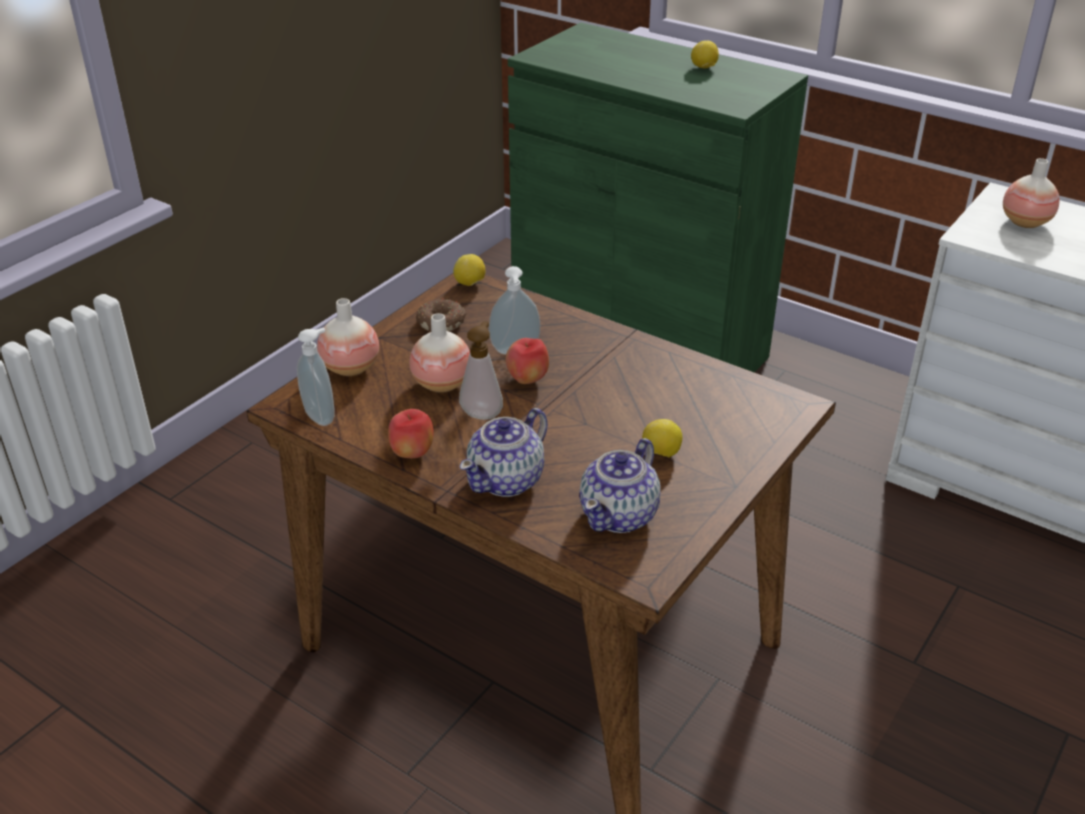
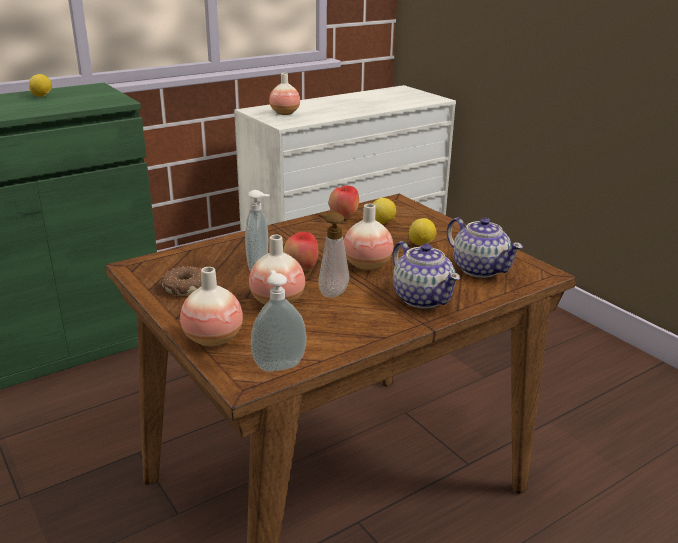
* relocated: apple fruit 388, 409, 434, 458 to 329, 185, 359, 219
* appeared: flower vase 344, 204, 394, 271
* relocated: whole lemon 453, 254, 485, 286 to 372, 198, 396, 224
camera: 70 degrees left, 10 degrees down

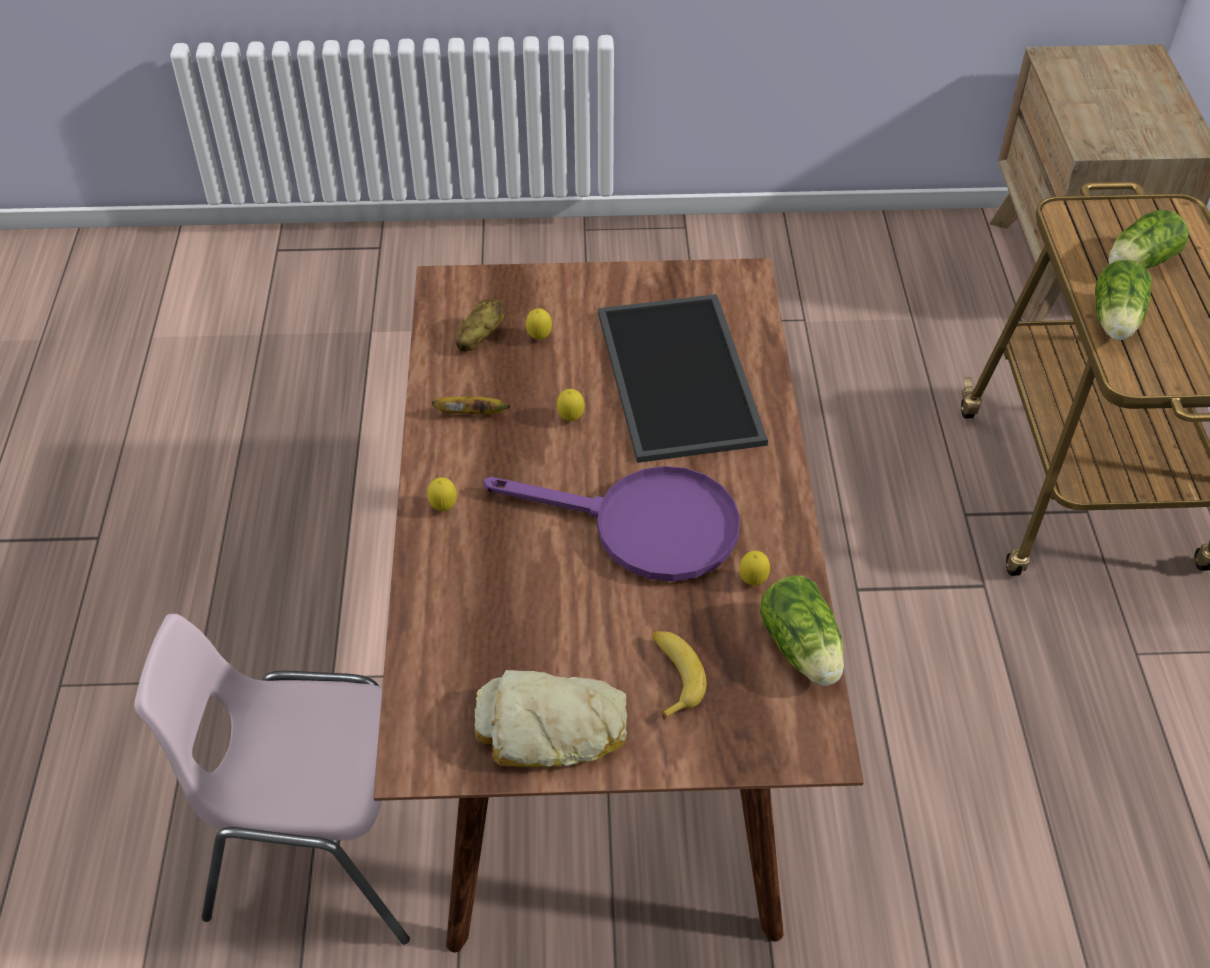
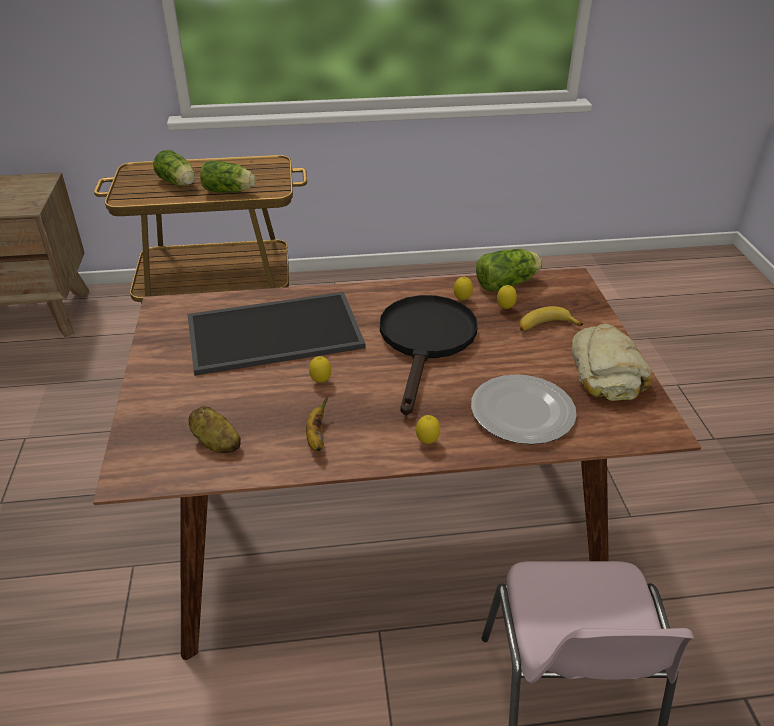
* colour: purplish frying pan 483, 466, 740, 581 to blackish frying pan 380, 295, 478, 415
* appeared: plate 471, 374, 577, 444
* relocated: whole lemon 526, 308, 552, 339 to 497, 285, 517, 309
camera: 95 degrees left, 10 degrees down

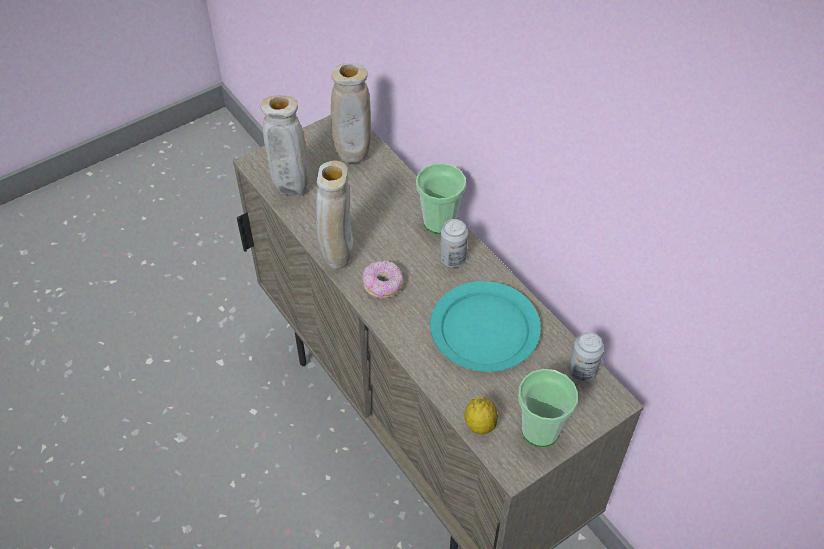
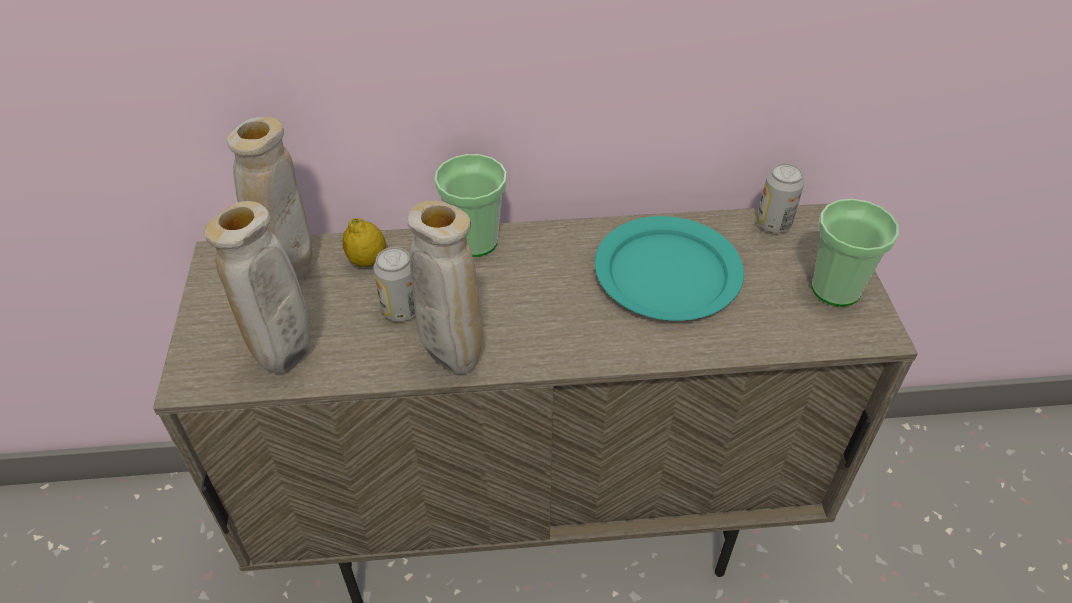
* relocated: whole lemon 465, 397, 498, 434 to 343, 218, 386, 267
* relocated: sealed can 440, 219, 468, 267 to 373, 247, 416, 322
* missing: ring doughnut 362, 261, 403, 299
camera: 60 degrees left, 5 degrees down

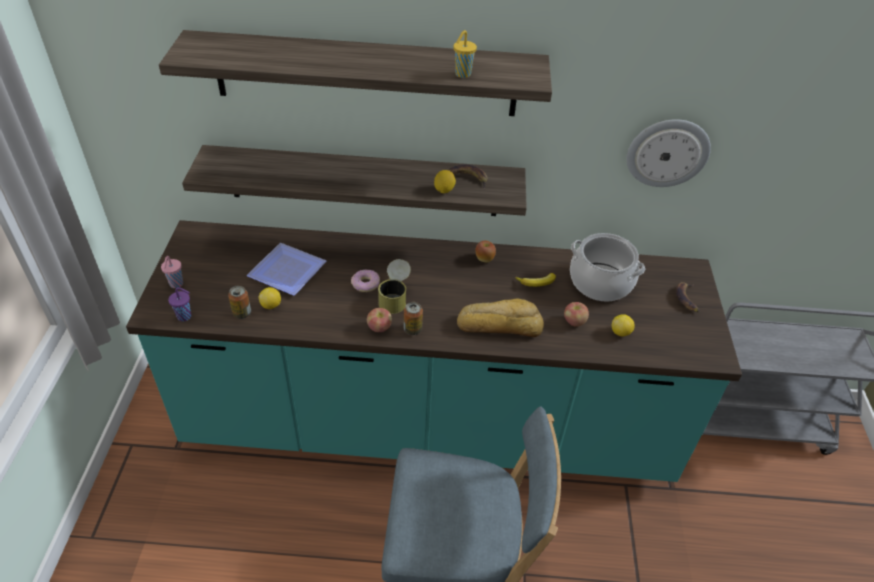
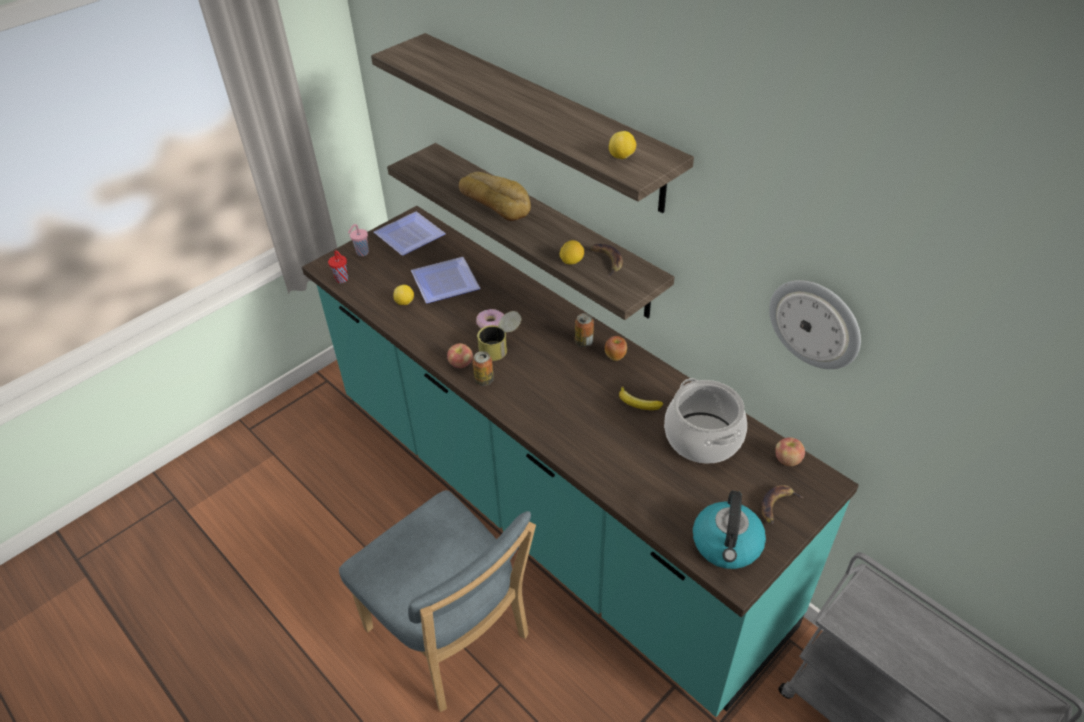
* colour: purplish small cup 168, 287, 191, 321 to reddish small cup 328, 250, 348, 283
* appeared: plate 374, 212, 446, 256
* relocated: bread 457, 298, 544, 337 to 459, 172, 531, 221
* relocated: sealed can 228, 286, 251, 319 to 575, 313, 594, 347
* relocated: whole lemon 612, 314, 635, 337 to 609, 131, 636, 159
* appeared: kettle 693, 491, 766, 569
* relocated: apple fruit 564, 302, 589, 327 to 775, 437, 805, 466
* missing: yellowish small cup 453, 30, 477, 78
camera: 45 degrees right, 0 degrees up

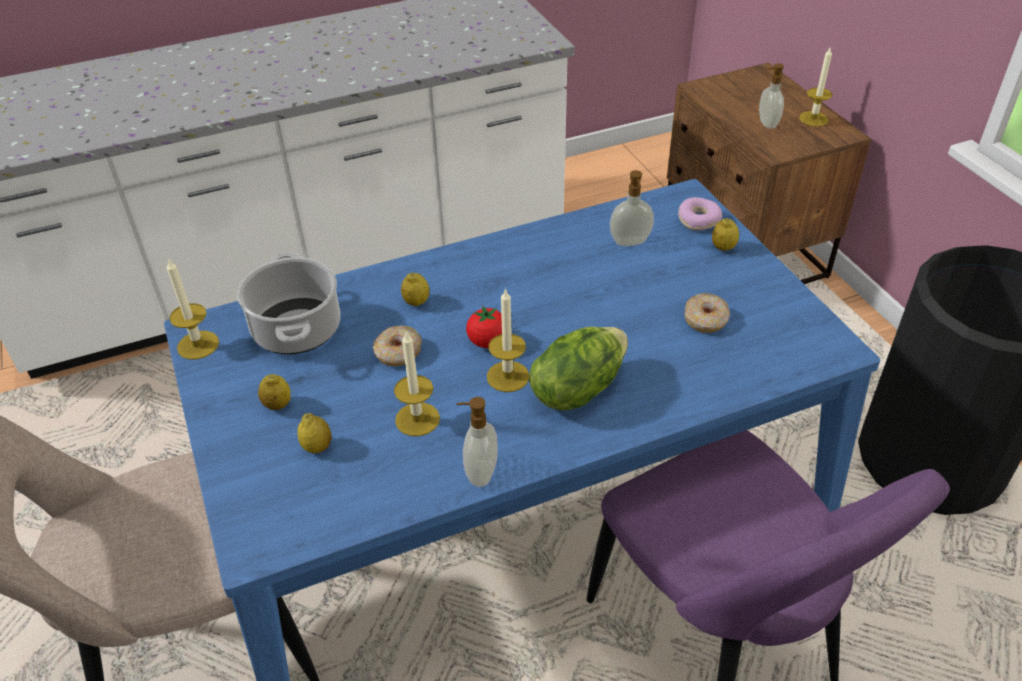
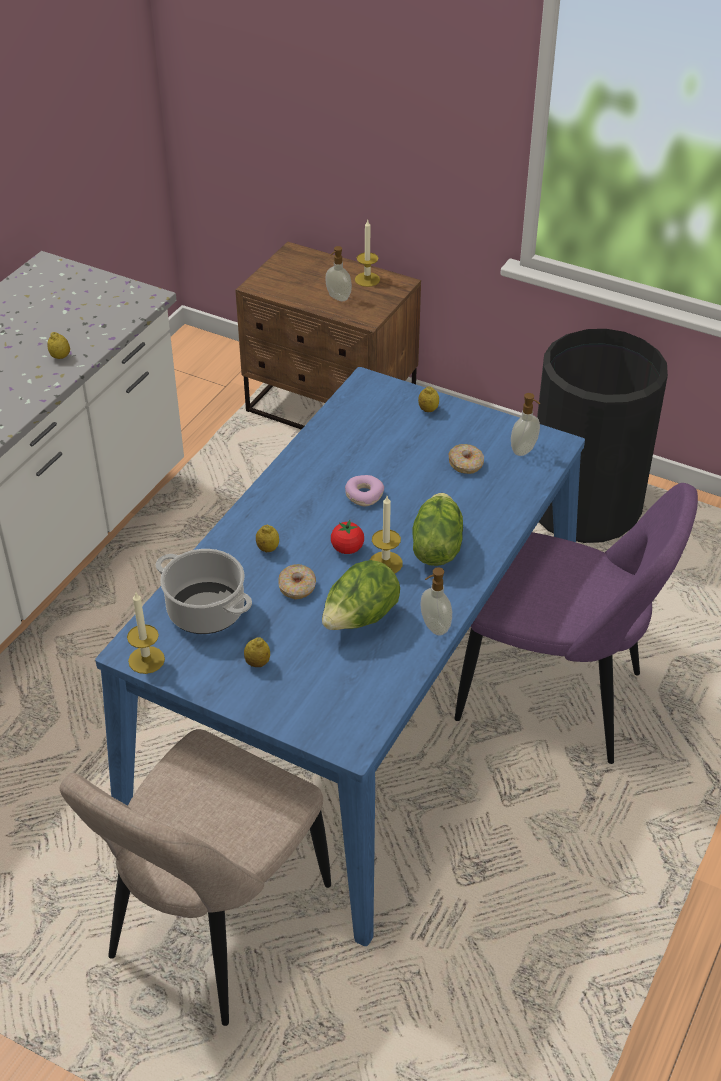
* relocated: whole lemon 297, 413, 332, 453 to 47, 332, 70, 359
* exchanged: wax light 394, 332, 440, 436 to head of lettuce 322, 560, 400, 630
* relocated: ring doughnut 678, 197, 722, 230 to 345, 475, 384, 506
* relocated: soap dispenser 610, 170, 654, 246 to 511, 393, 540, 456
camera: 40 degrees left, 0 degrees up

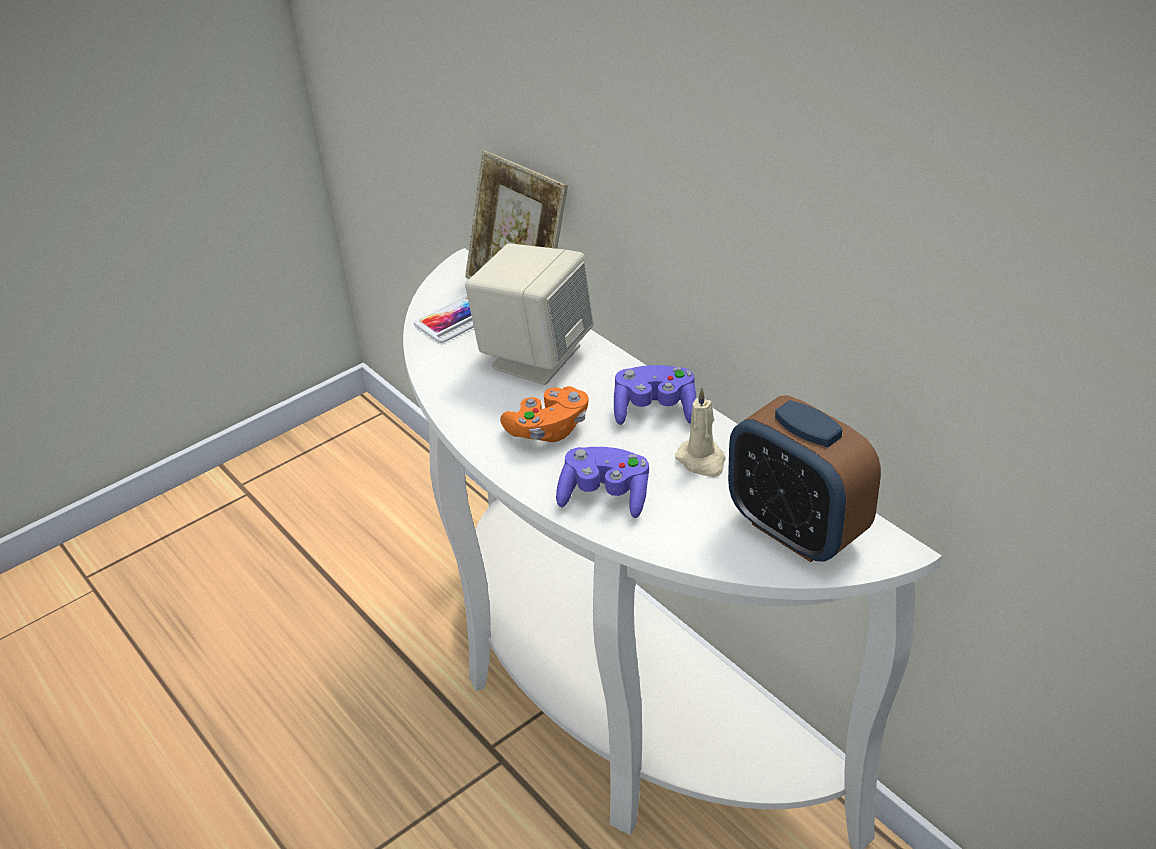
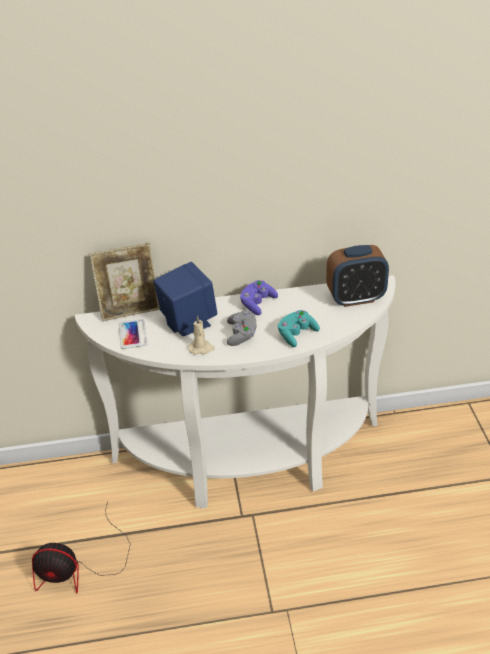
* appeared: fan 32, 502, 131, 593
* colour: beige audio speaker 465, 244, 594, 385 to blue-coloured audio speaker 154, 262, 217, 336
* relocated: beige wax light 676, 388, 726, 477 to 188, 315, 215, 354
* colour: orange joypad 500, 386, 589, 442 to grey joypad 227, 310, 256, 346
* colour: purplish joypad 556, 447, 649, 518 to turquoise joypad 278, 310, 320, 347
camera: 60 degrees left, 0 degrees up

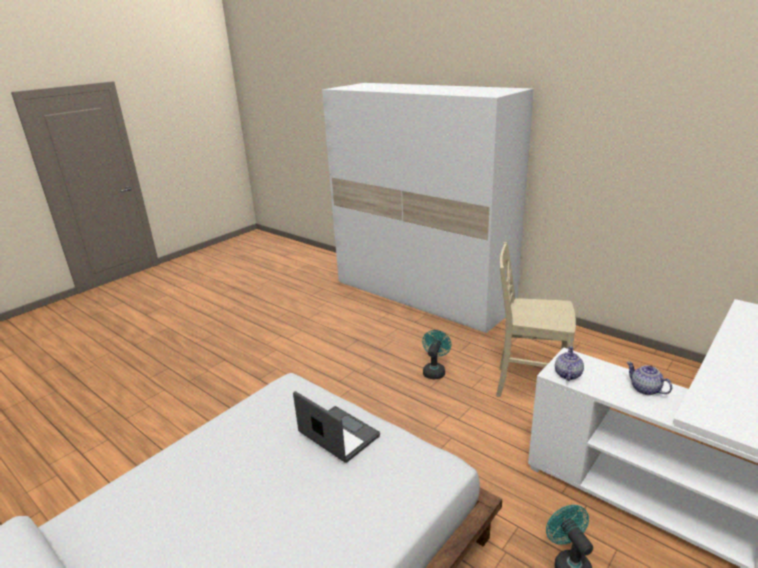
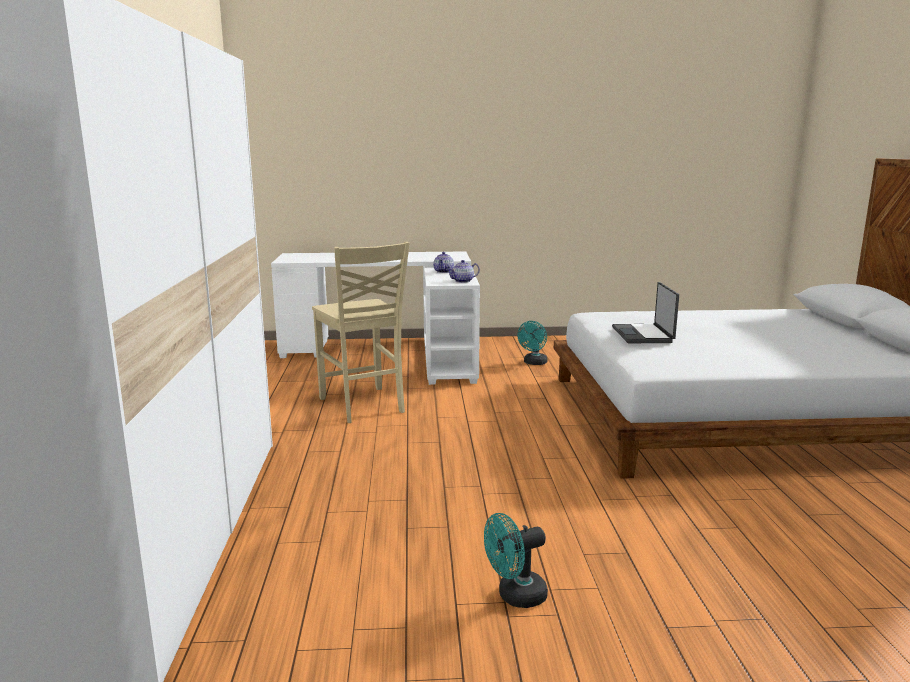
* relocated: turquoise fan 422, 330, 451, 379 to 484, 513, 548, 608
camera: 135 degrees left, 10 degrees down

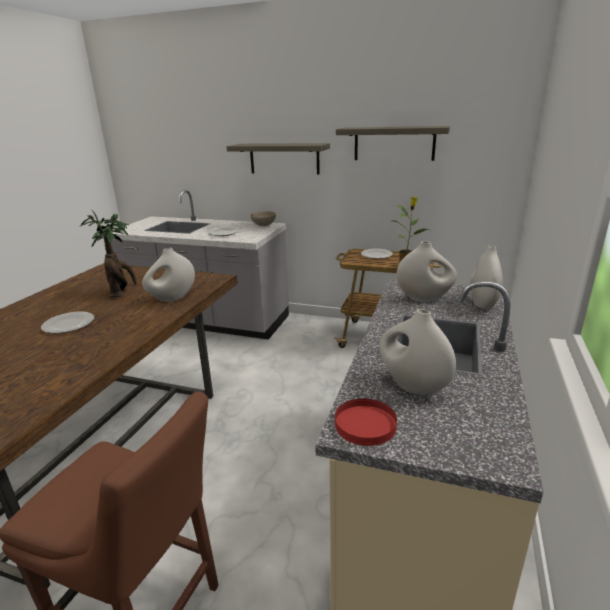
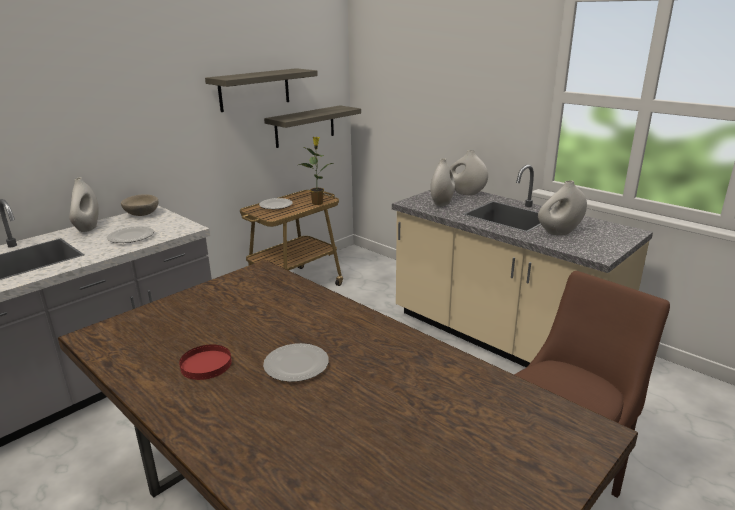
* relocated: white flower vase 142, 248, 195, 302 to 69, 177, 99, 232
* relocated: reddish plate 335, 399, 397, 446 to 179, 345, 232, 380
* relocated: shelf 226, 143, 330, 174 to 264, 105, 361, 148
* missing: houseplant 80, 210, 137, 297
camera: 65 degrees left, 0 degrees up

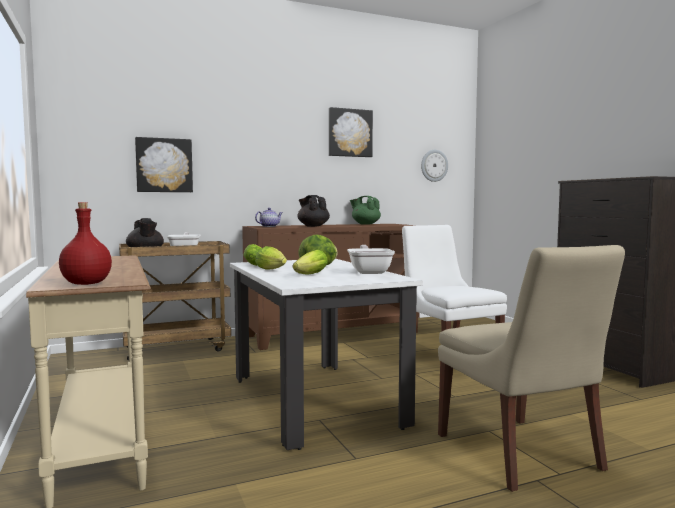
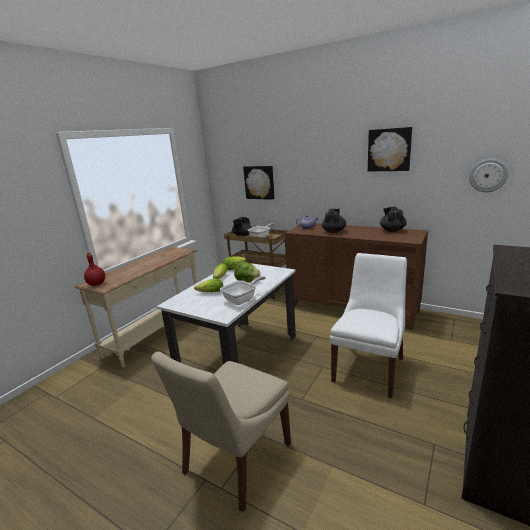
* colour: greenish teapot 350, 196, 381, 225 to blackish teapot 380, 207, 407, 232
camera: 55 degrees right, 15 degrees up

